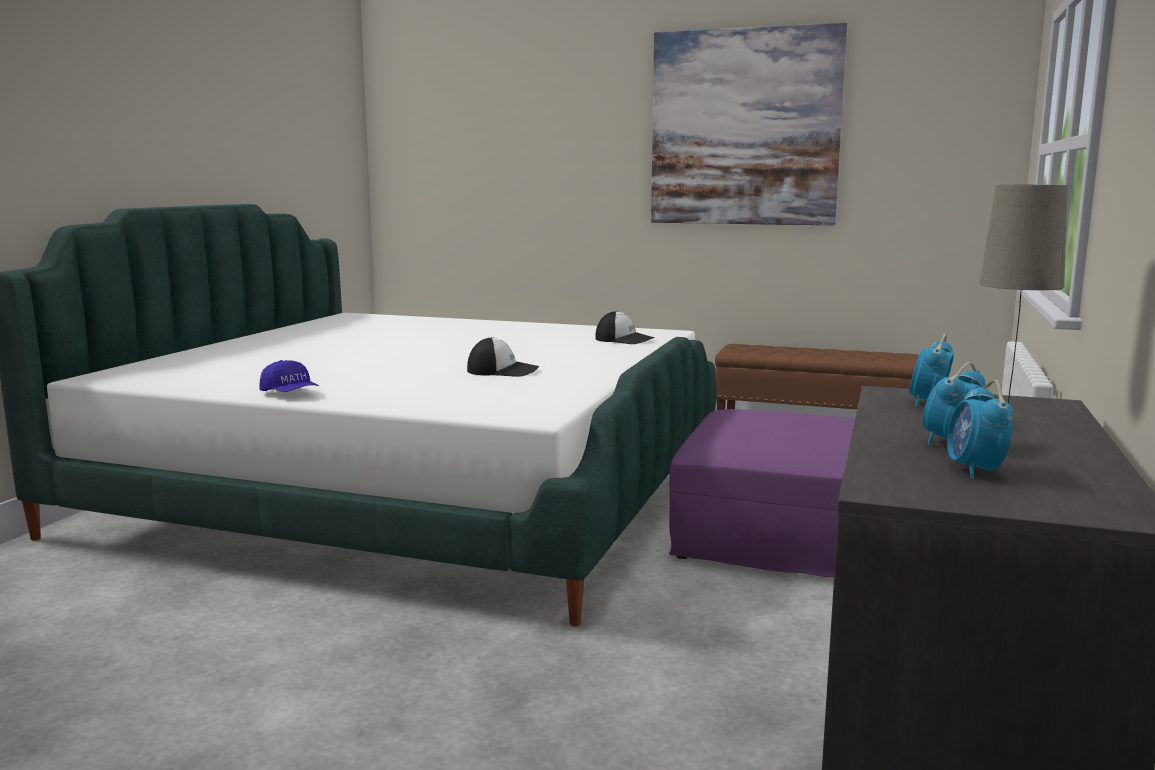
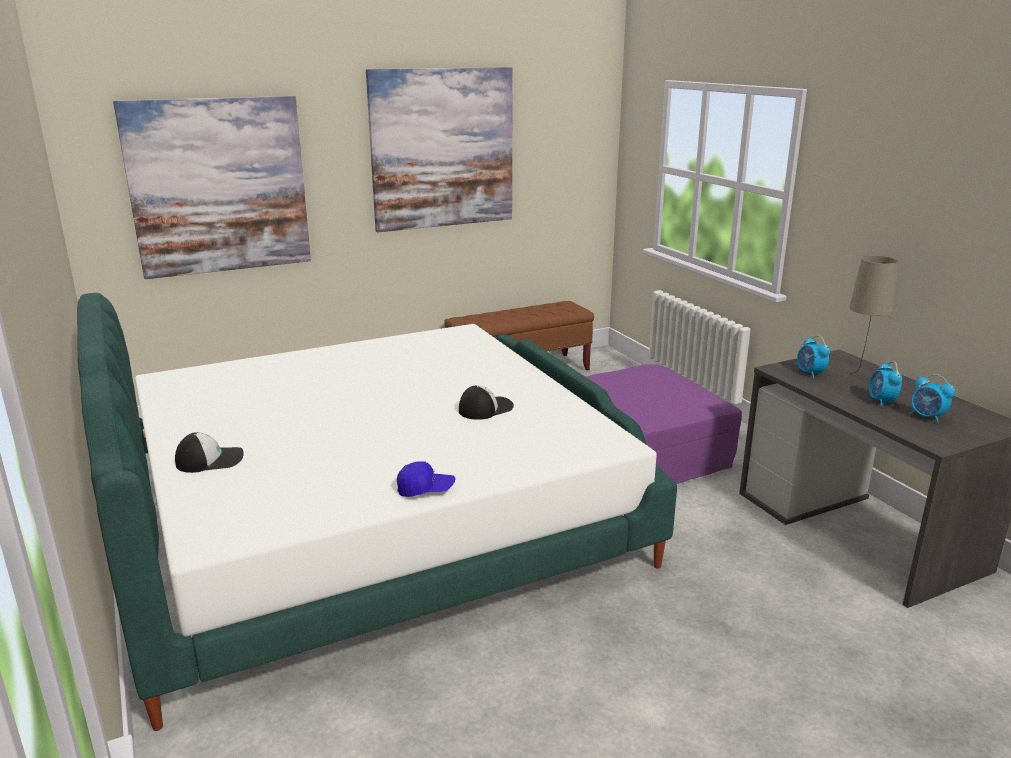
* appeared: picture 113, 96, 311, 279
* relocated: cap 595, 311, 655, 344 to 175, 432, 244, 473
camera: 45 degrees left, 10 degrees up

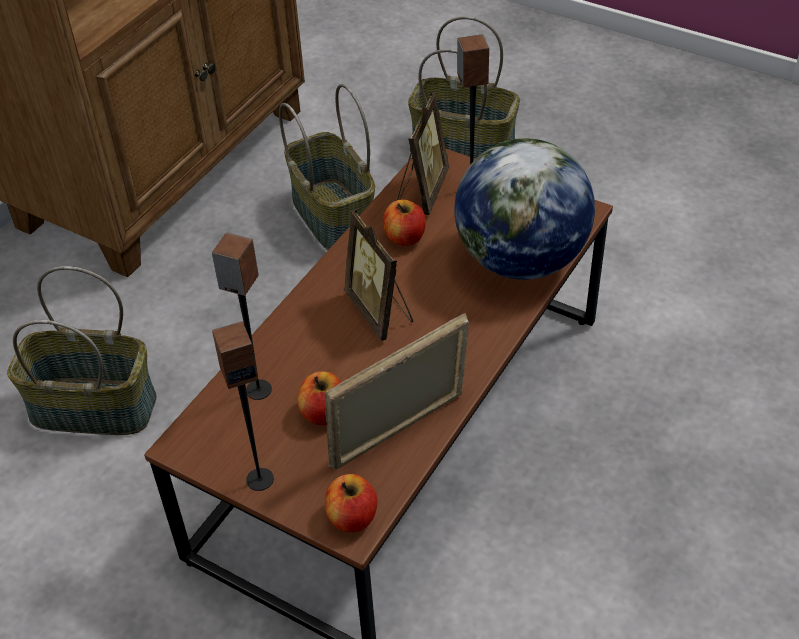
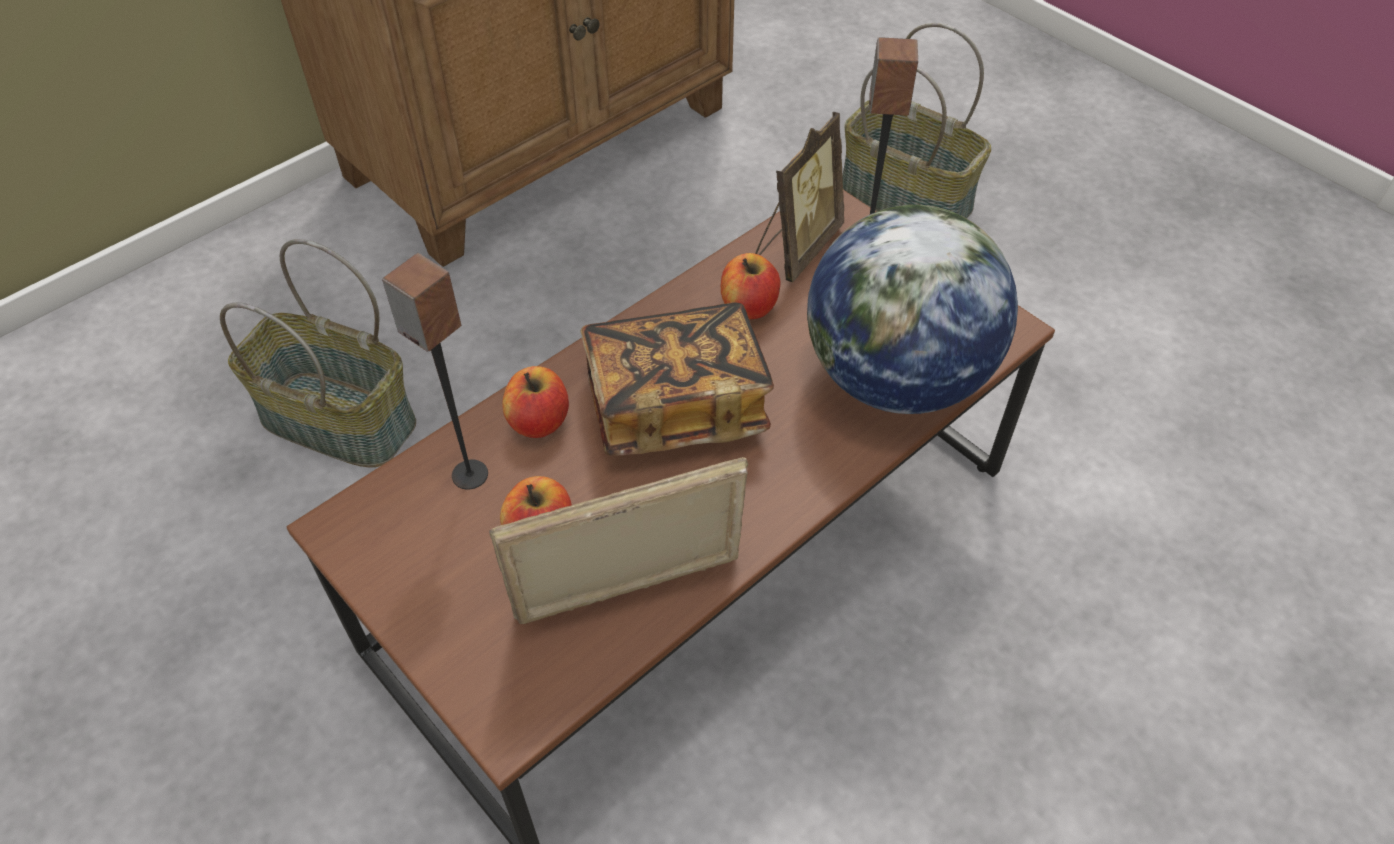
* relocated: apple fruit 325, 474, 377, 533 to 502, 366, 569, 438
* exchanged: picture frame 344, 209, 413, 341 to volume 581, 302, 774, 456
* missing: audio speaker 212, 321, 274, 491
* missing: household basket 279, 84, 375, 250
camera: 15 degrees right, 5 degrees up

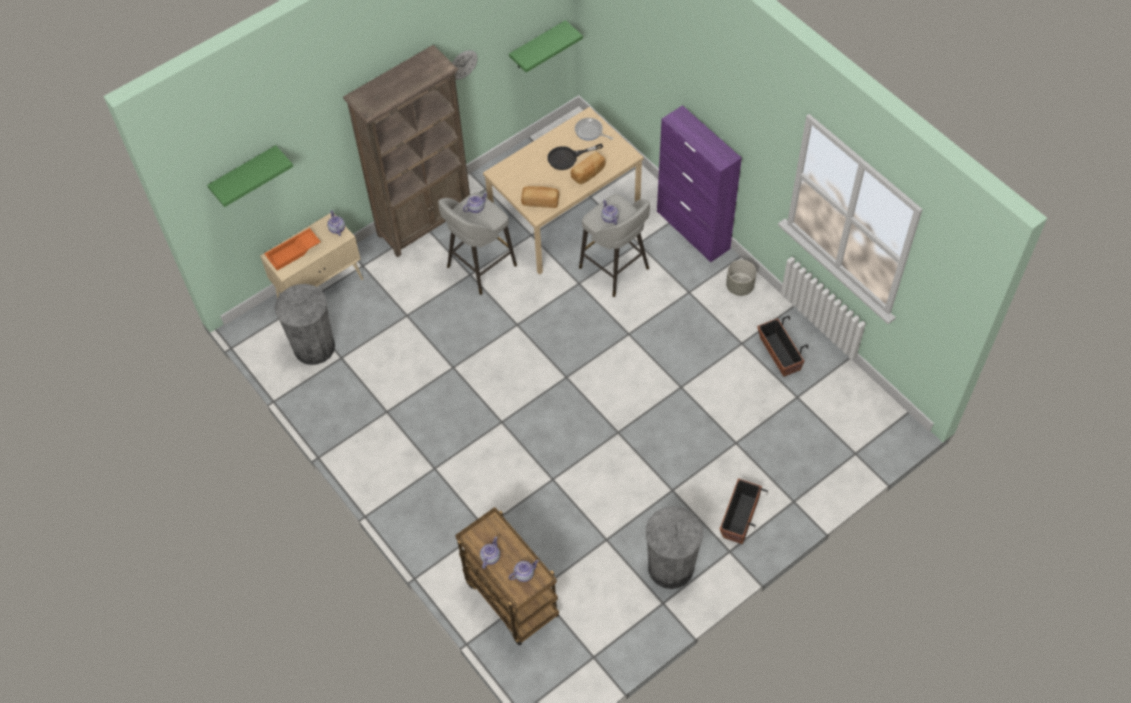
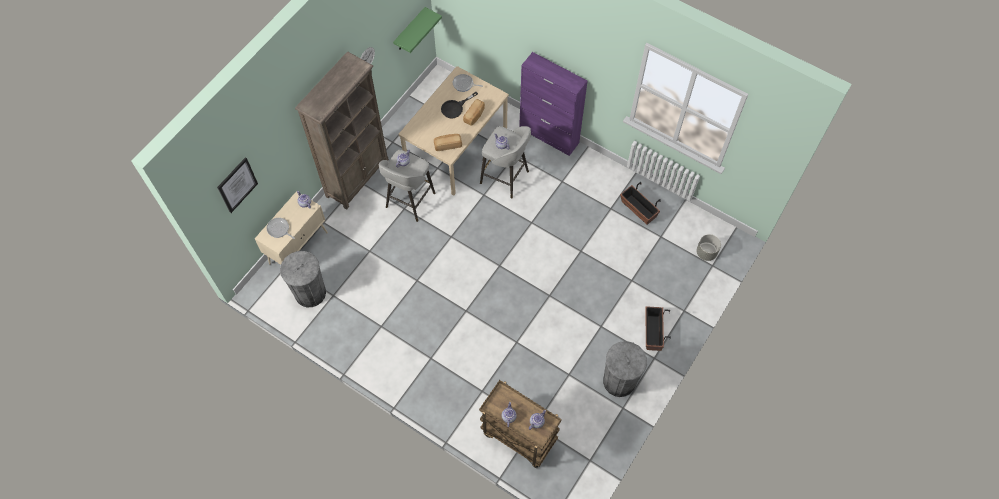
* exchanged: greenish shelf 207, 145, 293, 207 to picture 217, 157, 258, 213
* exchanged: orange carrying tray 264, 228, 321, 271 to frying pan 267, 218, 295, 239
* relocated: grey flower pot 726, 260, 756, 296 to 697, 234, 721, 261
camera: 20 degrees left, 5 degrees up

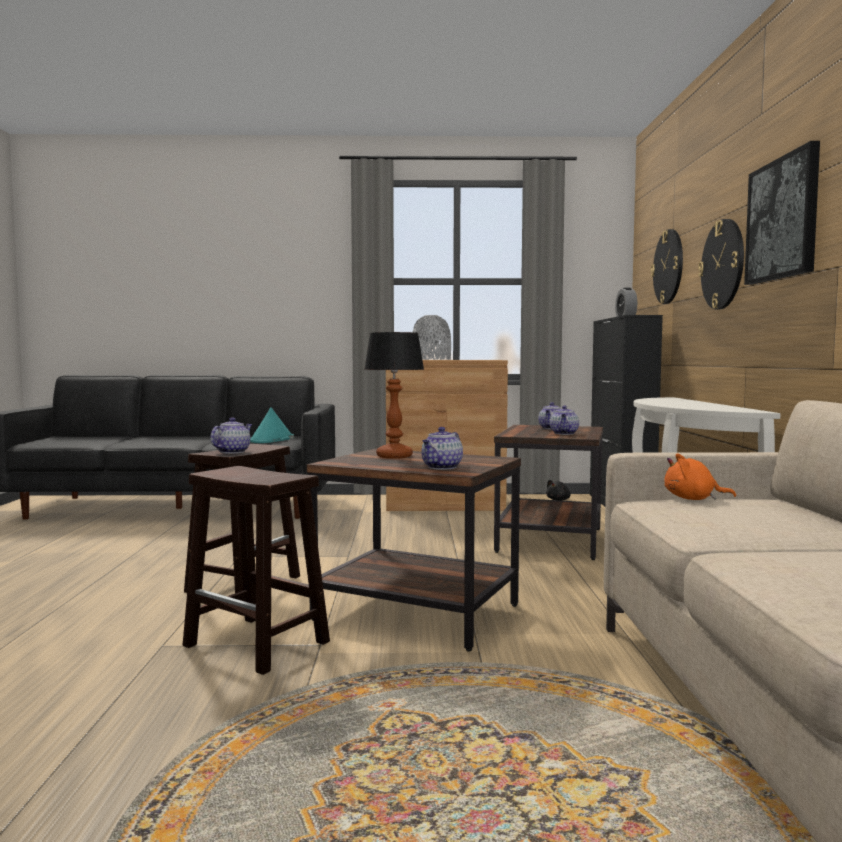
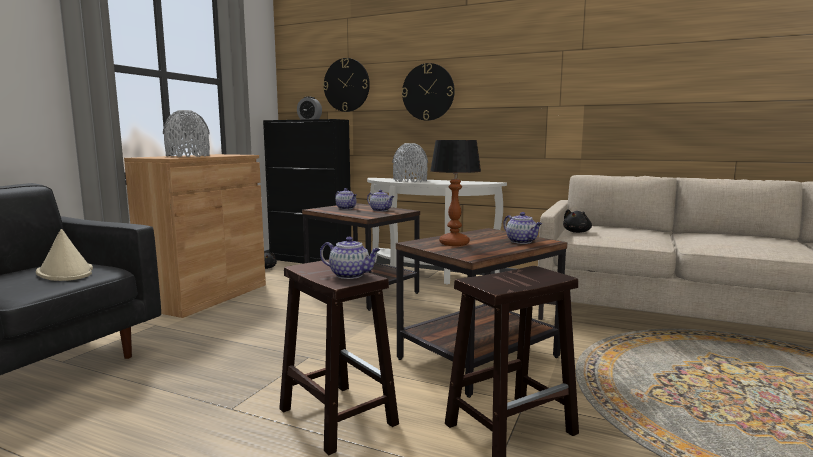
* colour: turquoise hat 250, 407, 294, 443 to beige hat 36, 229, 93, 281
* spun: teapot 210, 417, 252, 454 = 320, 237, 380, 279 150 degrees clockwise
* appeared: grey flower vase 392, 143, 428, 182
* colour: orange cuddly toy 664, 454, 736, 500 to blackish cuddly toy 563, 209, 592, 233
* missing: picture 744, 141, 820, 285
camera: 65 degrees left, 5 degrees up

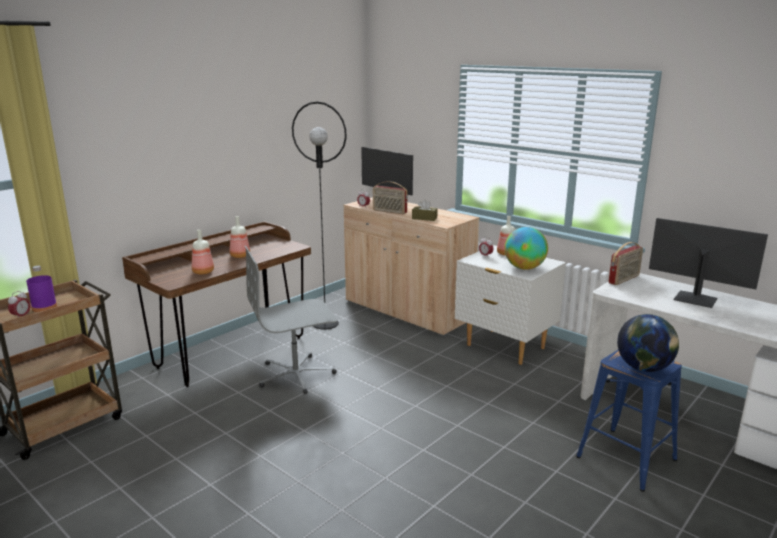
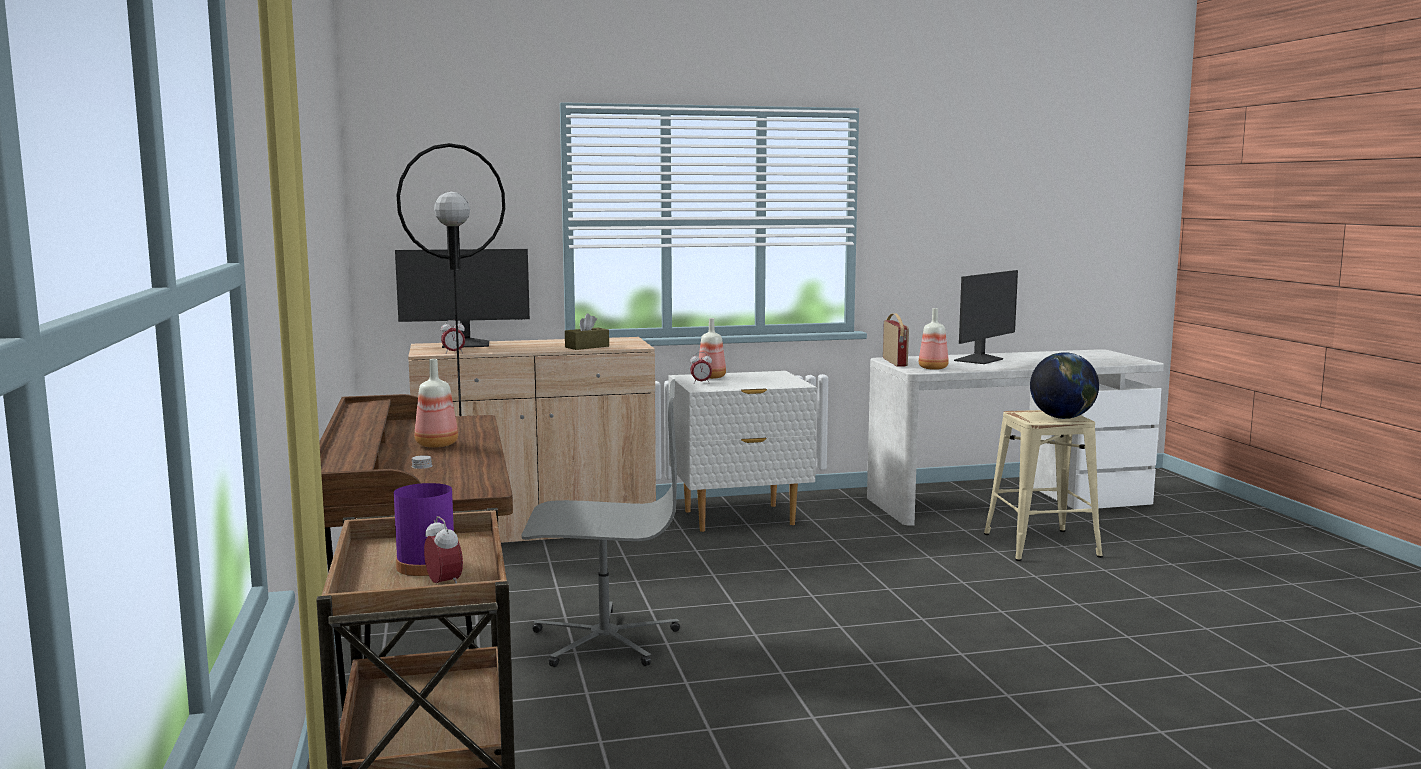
* spun: grey office chair 245, 246, 337, 394 = 522, 379, 680, 667 105 degrees counterclockwise
* relocated: bottle 192, 229, 214, 274 to 919, 308, 949, 370
* spun: computer display 649, 218, 768, 308 = 954, 270, 1018, 364 150 degrees clockwise
* colour: blue-coloured stool 576, 350, 682, 492 to beige stool 984, 410, 1103, 561
* missing: radio set 373, 181, 407, 214
* missing: desk globe 504, 227, 548, 270
camera: 55 degrees left, 10 degrees down

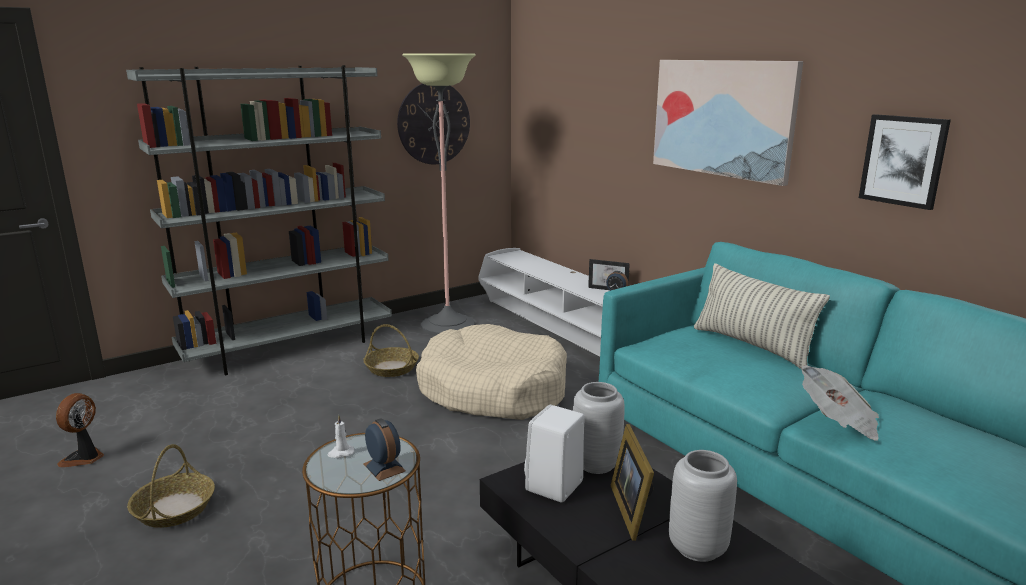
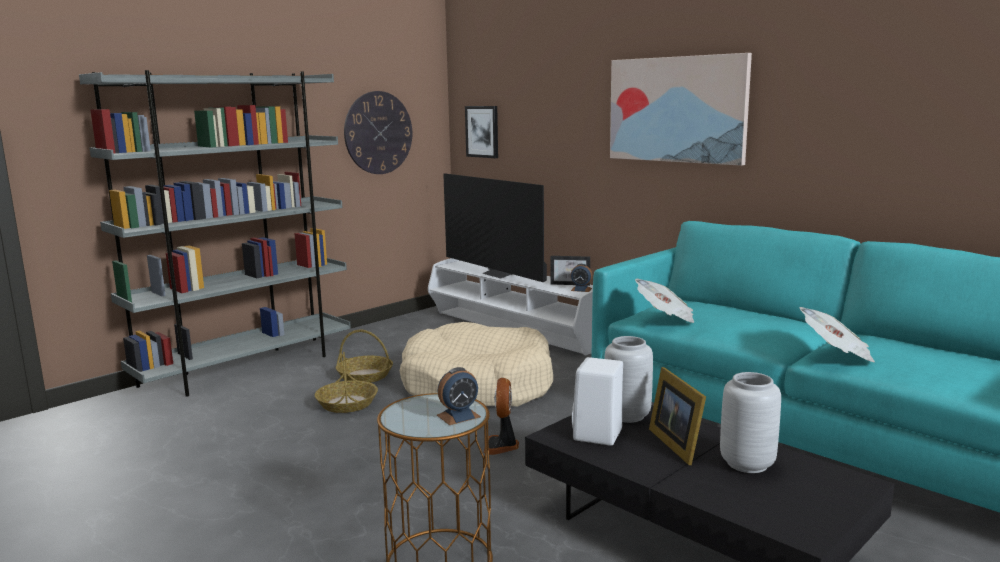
* relocated: household basket 127, 444, 215, 528 to 315, 352, 378, 413
* spun: bedside clock 363, 418, 406, 481 = 437, 367, 481, 425 105 degrees clockwise
* appeared: TV 443, 173, 547, 282
* relocated: picture 859, 114, 951, 210 to 465, 106, 498, 158
* relocated: fan 56, 393, 104, 467 to 484, 378, 519, 455
* appeared: daily paper 635, 279, 694, 323
* missing: white wax light 328, 415, 354, 458
* missing: floor lamp 403, 54, 476, 336
* missing: cushion 694, 263, 830, 369
camera: 10 degrees left, 5 degrees down

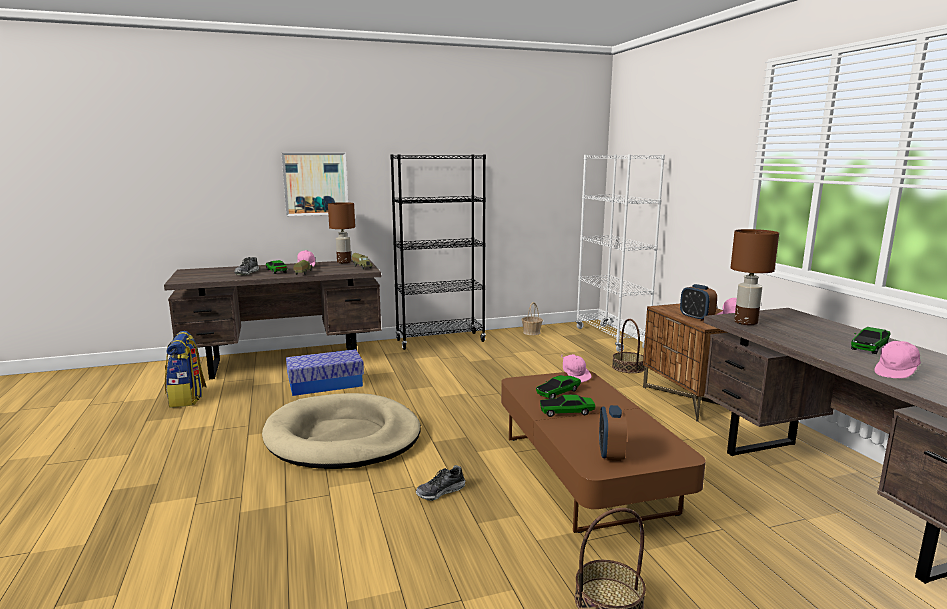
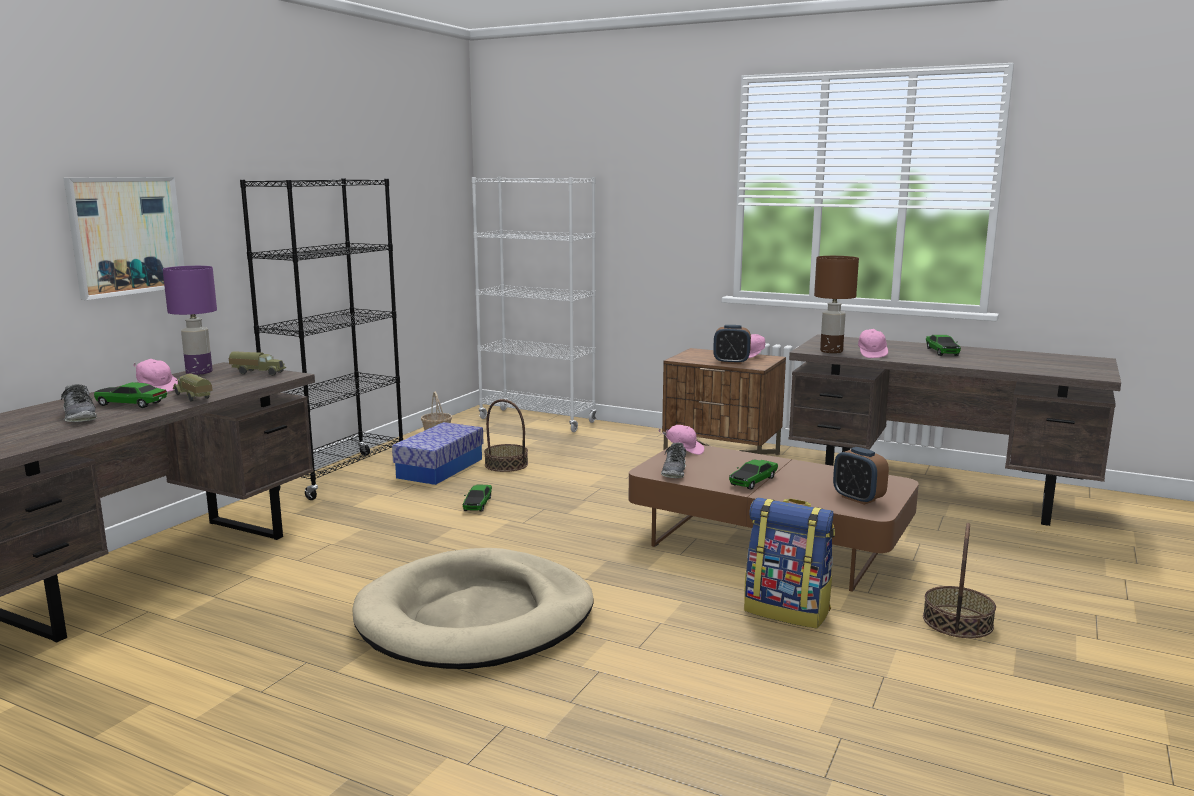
* colour: brown-coloured table lamp 328, 202, 355, 263 to purplish table lamp 163, 266, 217, 375
* relocated: storage container 286, 349, 364, 396 to 392, 422, 484, 485
* relocated: model car 536, 375, 581, 399 to 463, 485, 492, 512
* relocated: household basket 612, 319, 645, 373 to 484, 399, 528, 472
* relocated: shoe 416, 465, 465, 501 to 661, 443, 686, 478
* relocated: rucksack 165, 331, 206, 408 to 744, 498, 835, 628
* relocated: pink-coloured cap 874, 341, 921, 378 to 858, 329, 888, 358
camera: 45 degrees left, 0 degrees up

